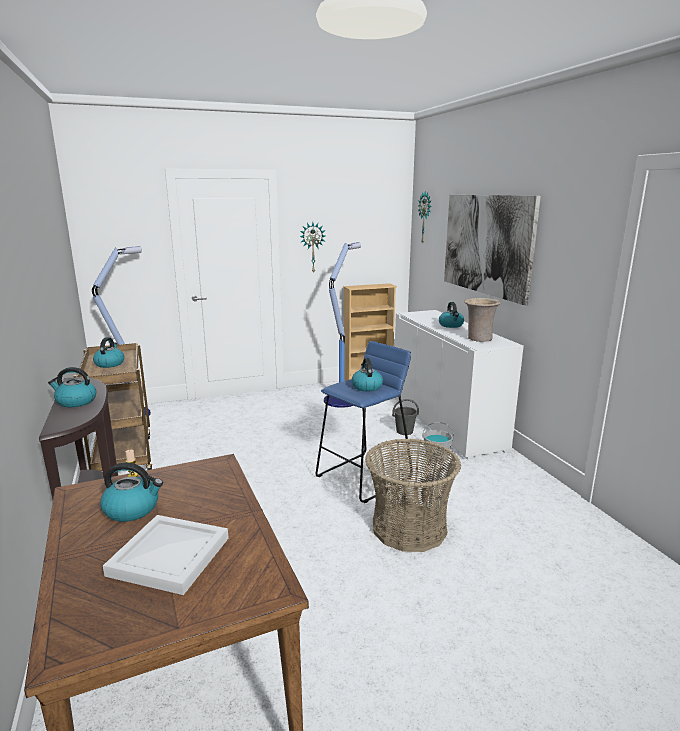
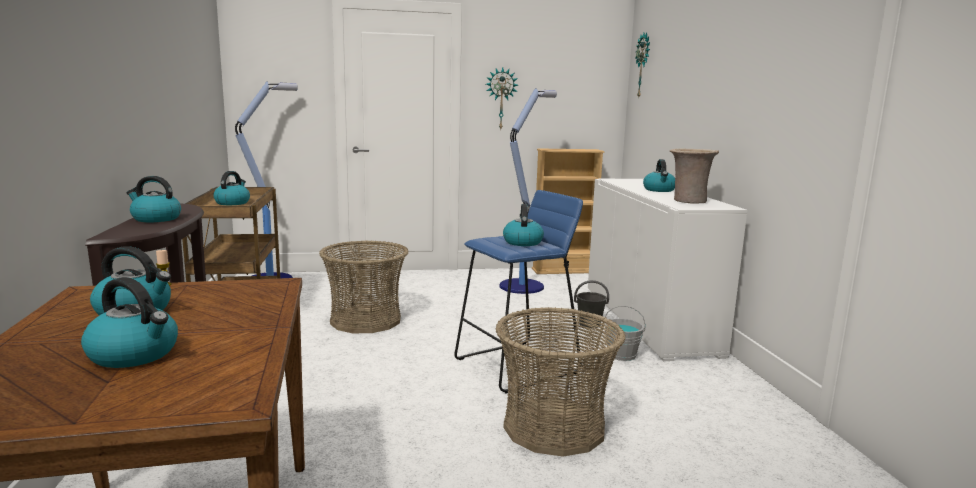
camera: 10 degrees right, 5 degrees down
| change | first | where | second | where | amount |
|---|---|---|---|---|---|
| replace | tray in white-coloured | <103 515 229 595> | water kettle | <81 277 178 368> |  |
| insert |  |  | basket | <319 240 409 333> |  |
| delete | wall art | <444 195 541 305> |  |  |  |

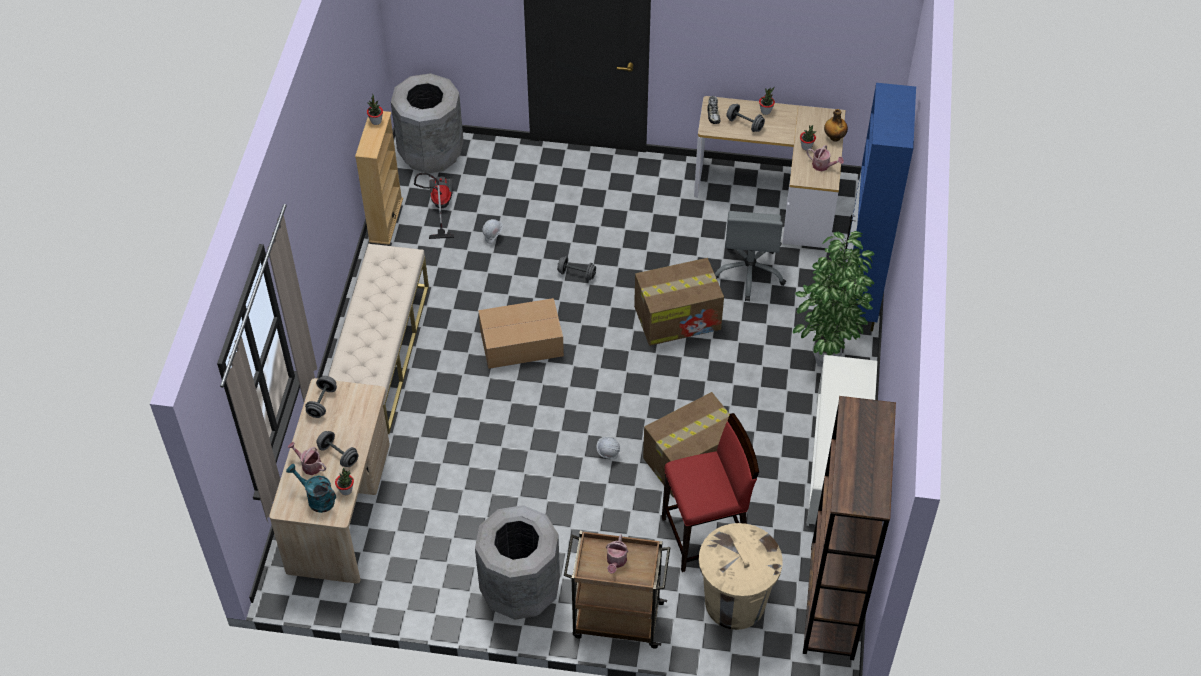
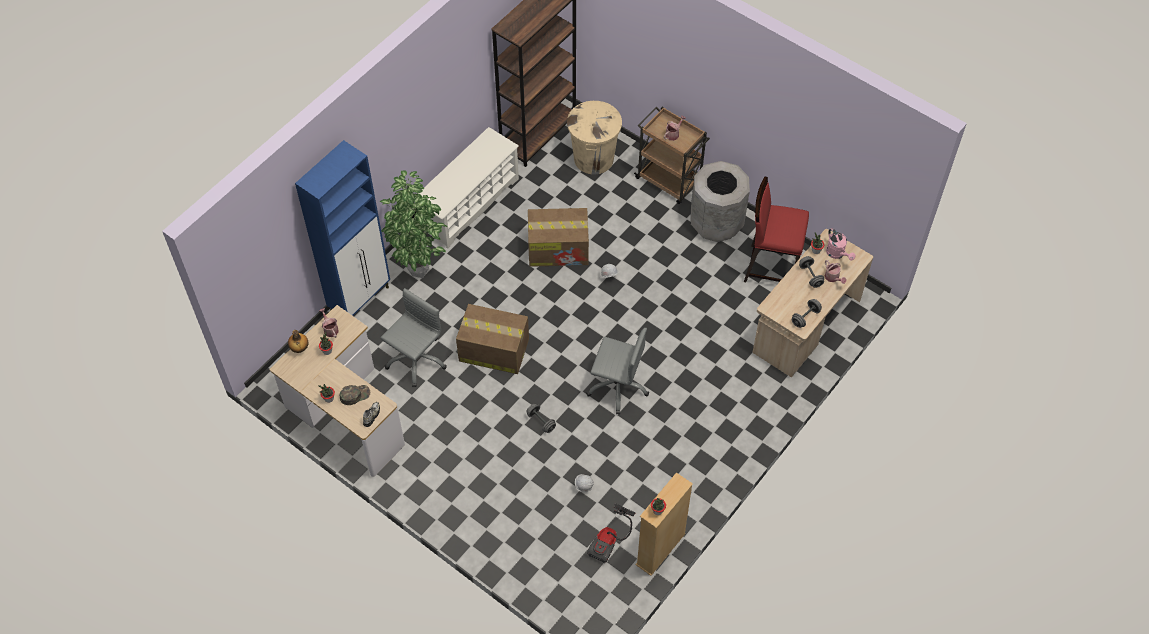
camera: 150 degrees left, 5 degrees up
| change | first | where | second | where | amount |
|---|---|---|---|---|---|
| replace | hand weight in greyish | <726 104 765 132> | cap in green | <340 385 370 405> |  |
| replace | packing box | <478 298 564 369> | desk chair in greyish | <586 328 649 414> |  |
| move | sitting stool in red | <662 413 759 572> |  | <744 177 809 282> |  |
| recolor | watering pot in turquoise-coloured | <286 464 336 513> | watering pot in pink-coloured | <826 228 856 261> |  |
| delete | indoor bench in beige-coloured | <328 244 429 434> |  |  |  |
| delete | rubbish bin in greyish | <391 73 464 173> |  |  |  |

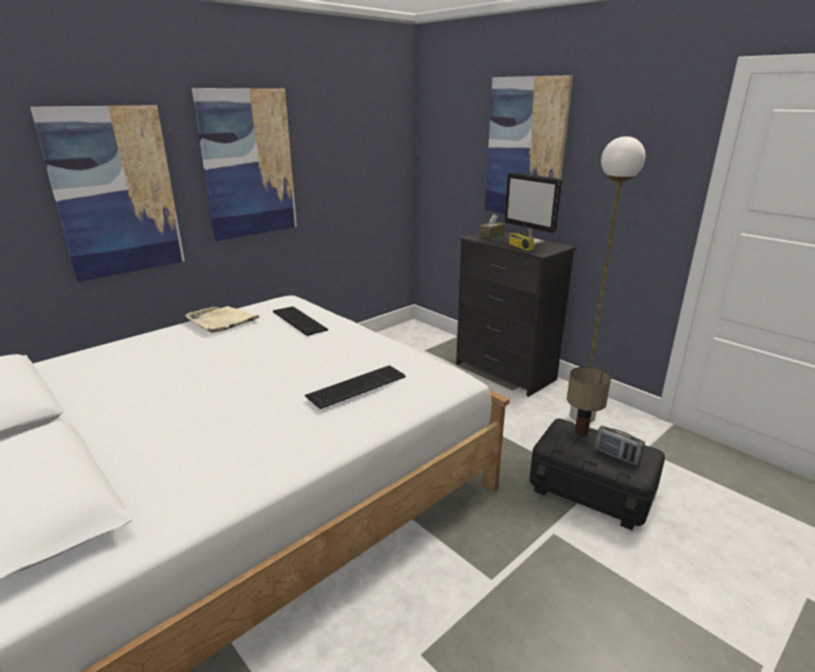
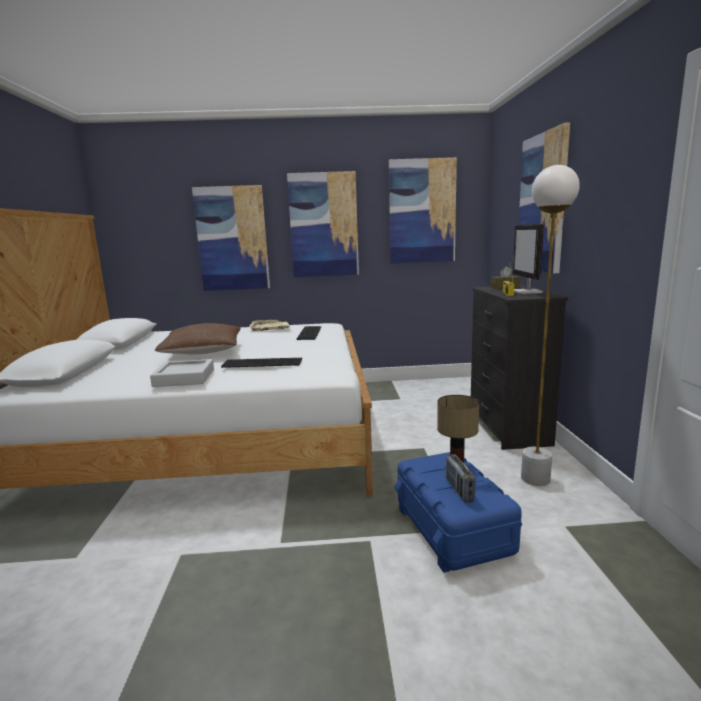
camera: 40 degrees right, 10 degrees down
| change | first | where | second | where | amount |
|---|---|---|---|---|---|
| insert |  |  | tray in greyish | <150 359 214 387> |  |
| insert |  |  | pillow in brown-coloured | <155 323 241 354> |  |
| insert |  |  | wall art | <389 157 457 264> |  |
| recolor | storage bin in black | <529 419 665 530> | storage bin in blue-coloured | <394 452 522 573> |  |

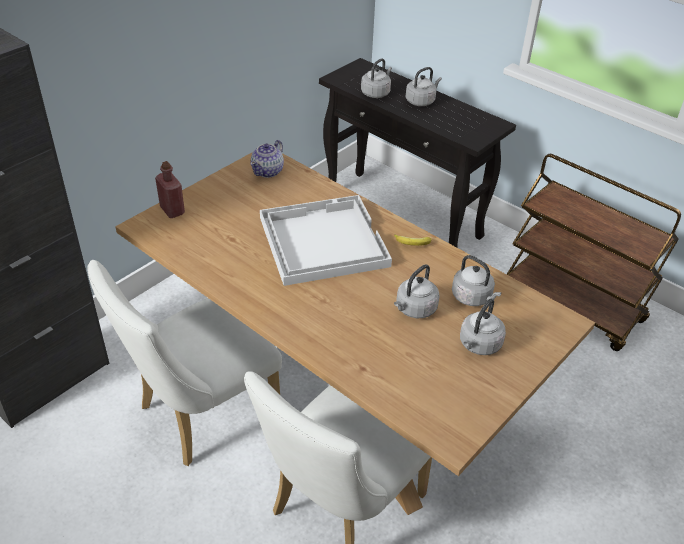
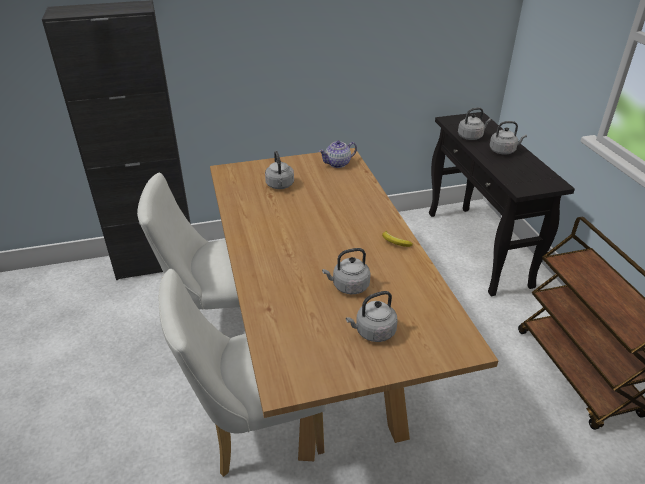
camera: 35 degrees right, 5 degrees down
| change | first | where | second | where | amount |
|---|---|---|---|---|---|
| move | water kettle in greyish | <452 255 501 306> |  | <265 151 294 189> |  |
| delete | bottle in red | <155 161 185 218> |  |  |  |
| delete | tray in white-coloured | <260 195 392 286> |  |  |  |

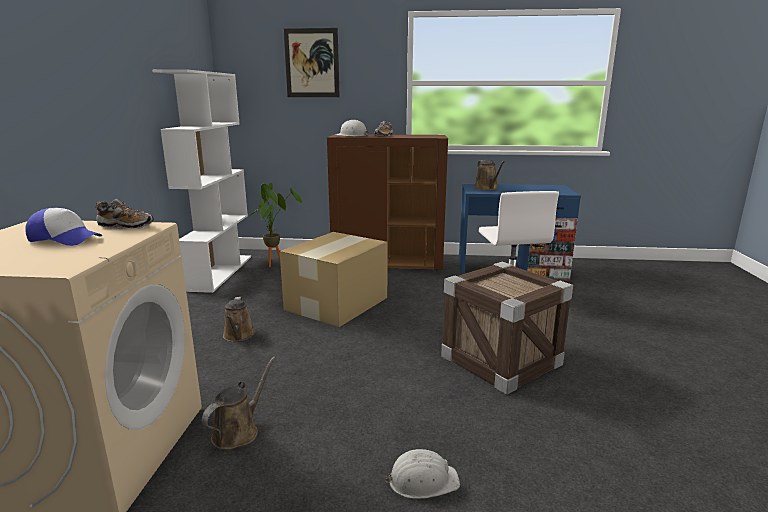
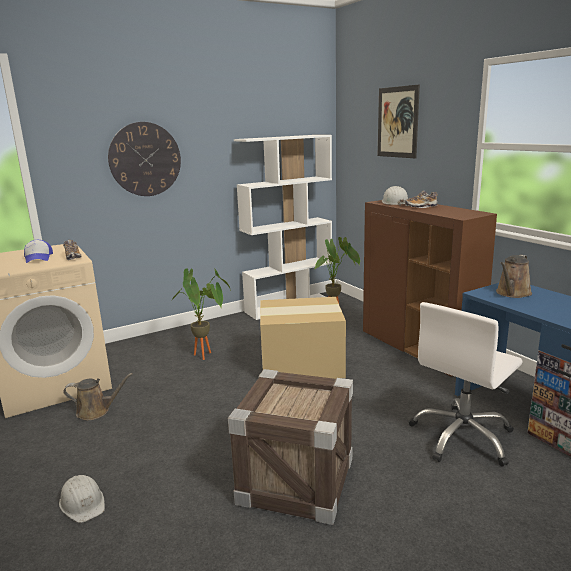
camera: 55 degrees right, 0 degrees up
| change | first | where | second | where | amount |
|---|---|---|---|---|---|
| insert |  |  | hanging clock | <108 122 181 196> |  |
| replace | watering pot in brown-coloured | <223 297 256 342> | potted plant | <172 268 231 360> |  |

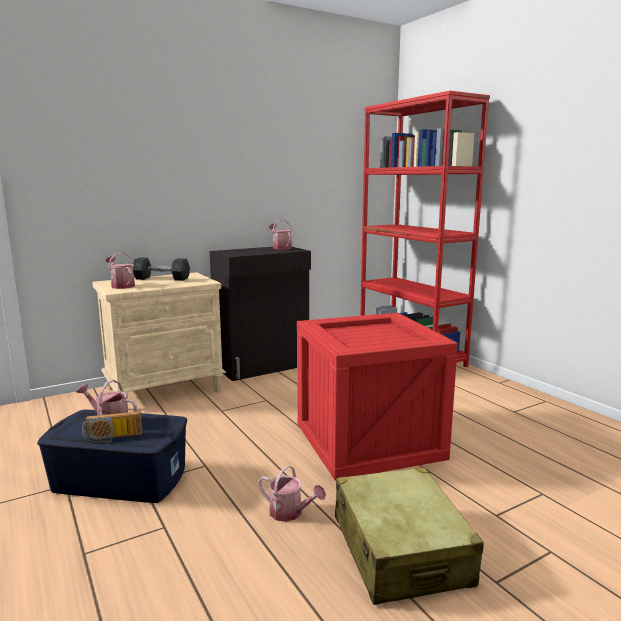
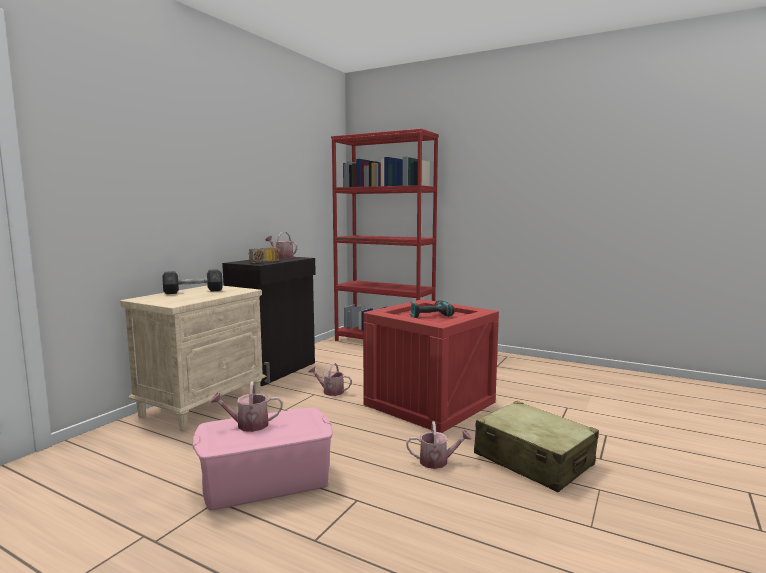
camera: 30 degrees left, 5 degrees down
| change | first | where | second | where | amount |
|---|---|---|---|---|---|
| recolor | storage bin in blue-coloured | <37 410 187 503> | storage bin in pink-coloured | <193 407 332 510> |  |
| move | radio set | <82 411 142 444> |  | <248 247 279 263> |  |
| move | watering pot | <106 253 135 289> |  | <308 363 352 396> |  |
| insert |  |  | electric drill | <410 300 455 318> |  |

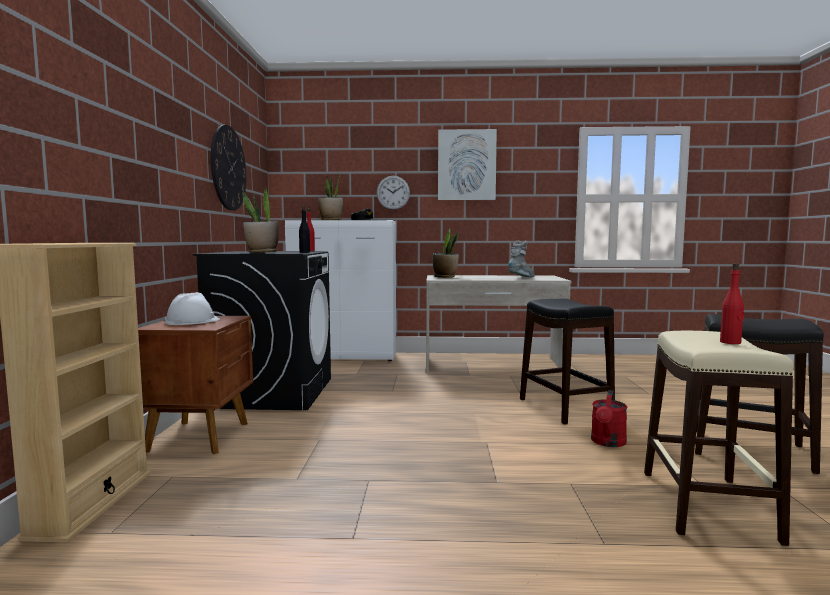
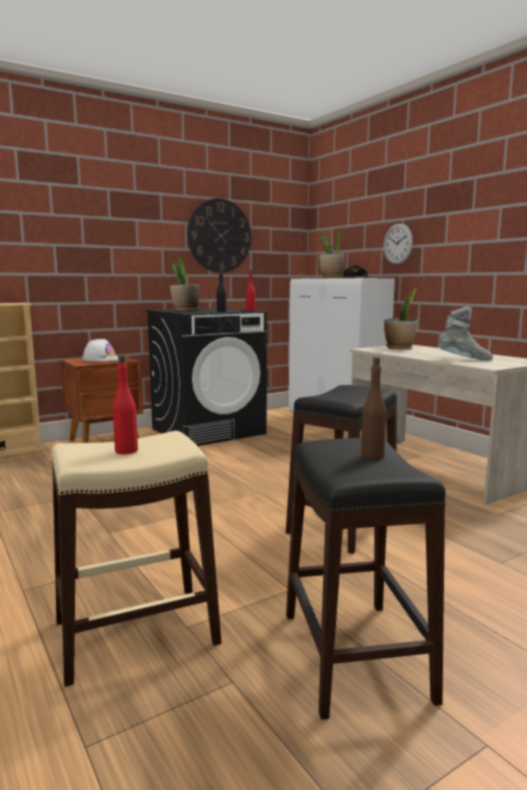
camera: 55 degrees right, 5 degrees up
| change | first | where | second | where | amount |
|---|---|---|---|---|---|
| insert |  |  | bottle in brown-coloured | <361 357 386 459> |  |
| delete | wall art | <438 129 497 200> |  |  |  |
| delete | watering pot in red | <591 390 627 447> |  |  |  |

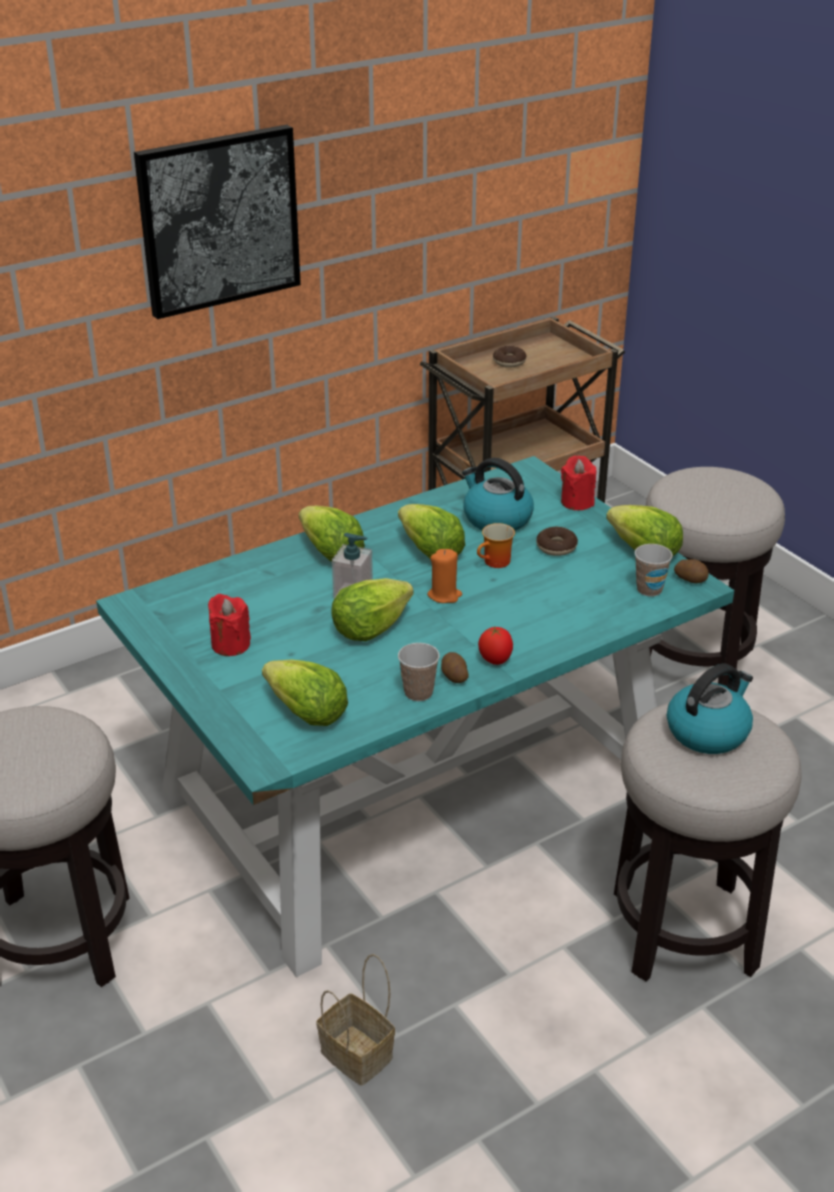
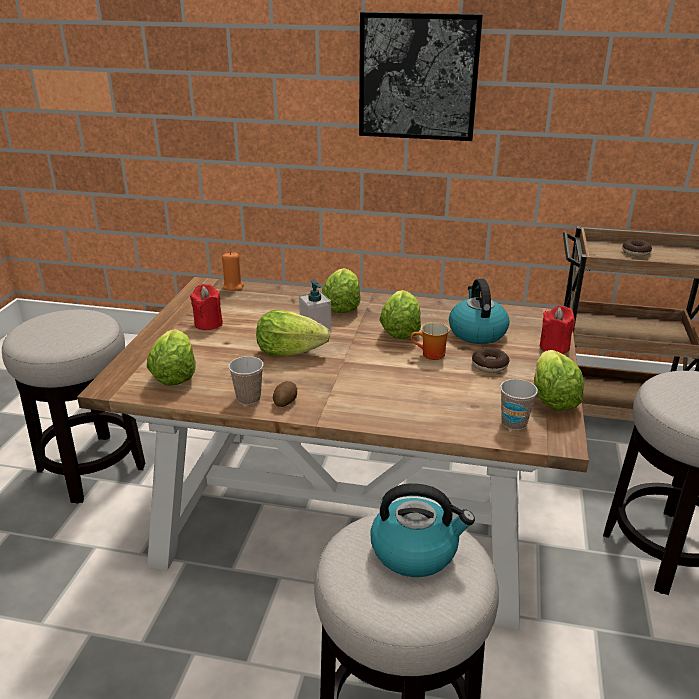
camera: 45 degrees right, 5 degrees down
| change | first | where | second | where | amount |
|---|---|---|---|---|---|
| recolor | dinner table in turquoise-coloured | <96 456 734 977> | dinner table in brown-coloured | <77 277 589 629> |  |
| move | wax candle in orange-coloured | <427 549 462 603> |  | <222 251 244 291> |  |
| delete | basket | <317 954 395 1086> |  |  |  |
| delete | fresh tomato | <478 627 513 665> |  |  |  |
| delete | potato | <674 559 709 583> |  |  |  |

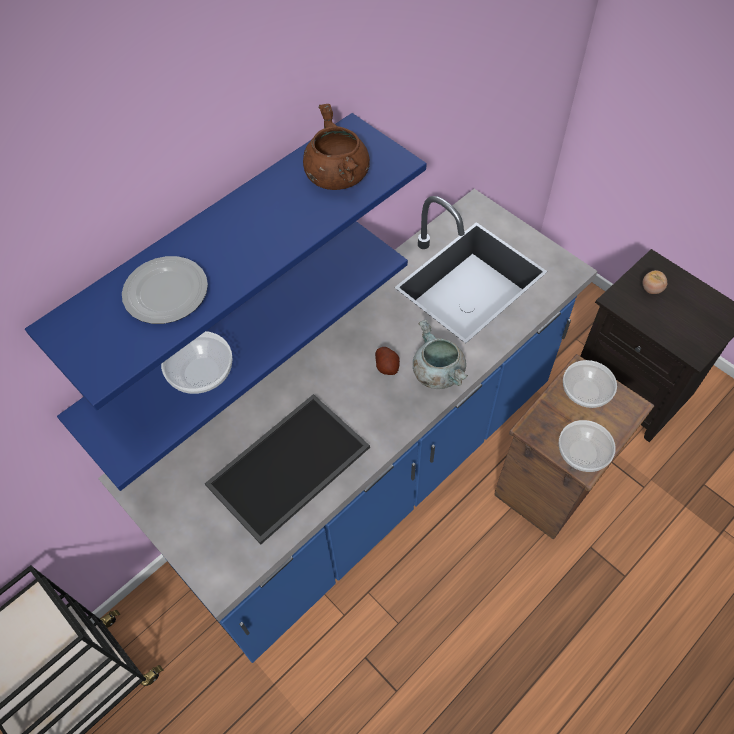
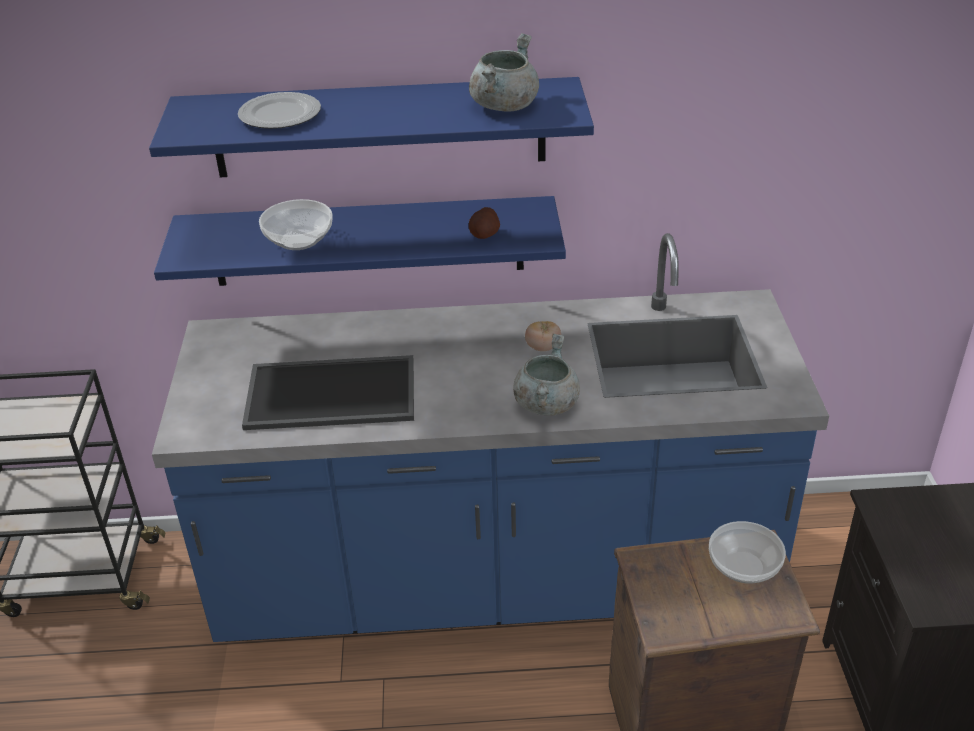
camera: 40 degrees right, 20 degrees down
| change | first | where | second | where | amount |
|---|---|---|---|---|---|
| recolor | saucepot in brown-coloured | <303 104 370 190> | saucepot in greyish | <469 33 539 112> |  |
| move | potato | <375 347 400 375> |  | <469 207 500 239> |  |
| move | fresh tomato | <643 270 667 294> |  | <525 321 561 351> |  |
| delete | serving bowl | <559 420 616 472> |  |  |  |

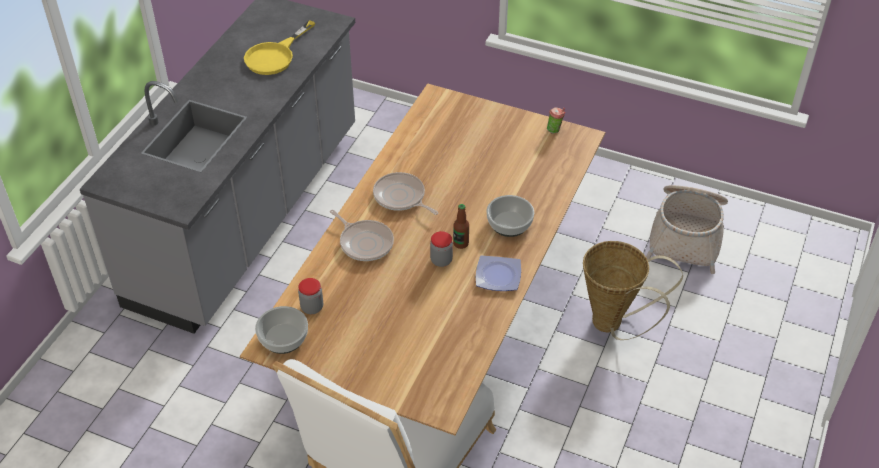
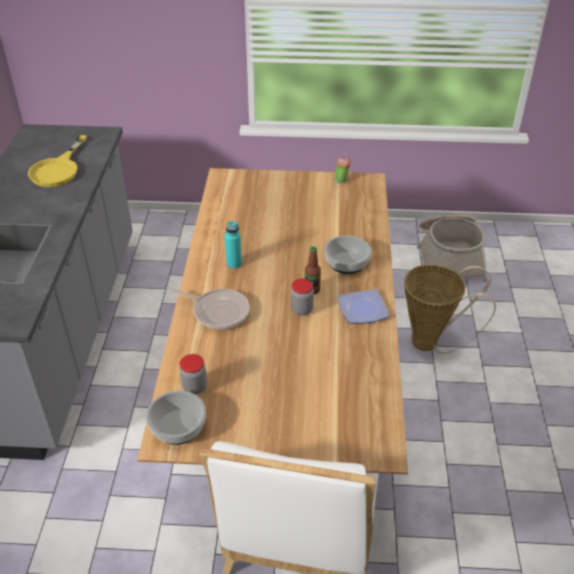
camera: 20 degrees left, 5 degrees down
| change | first | where | second | where | amount |
|---|---|---|---|---|---|
| replace | skillet | <373 172 438 215> | bottle in turquoise-coloured | <225 221 242 269> |  |

